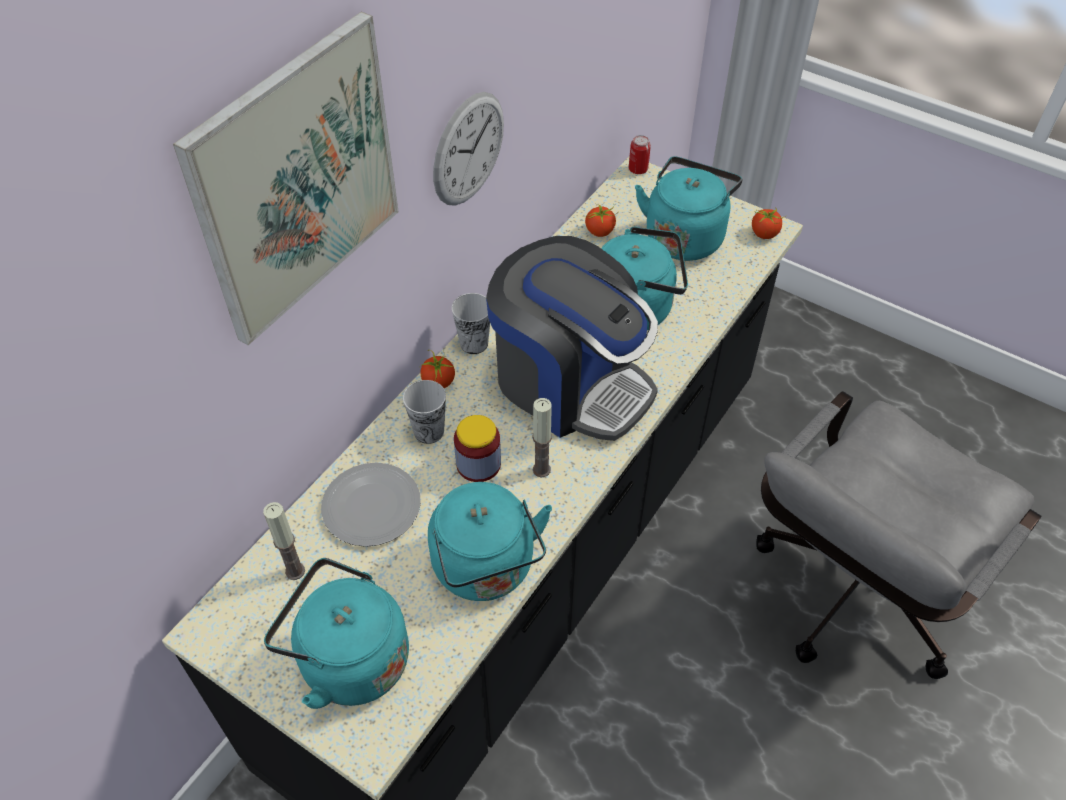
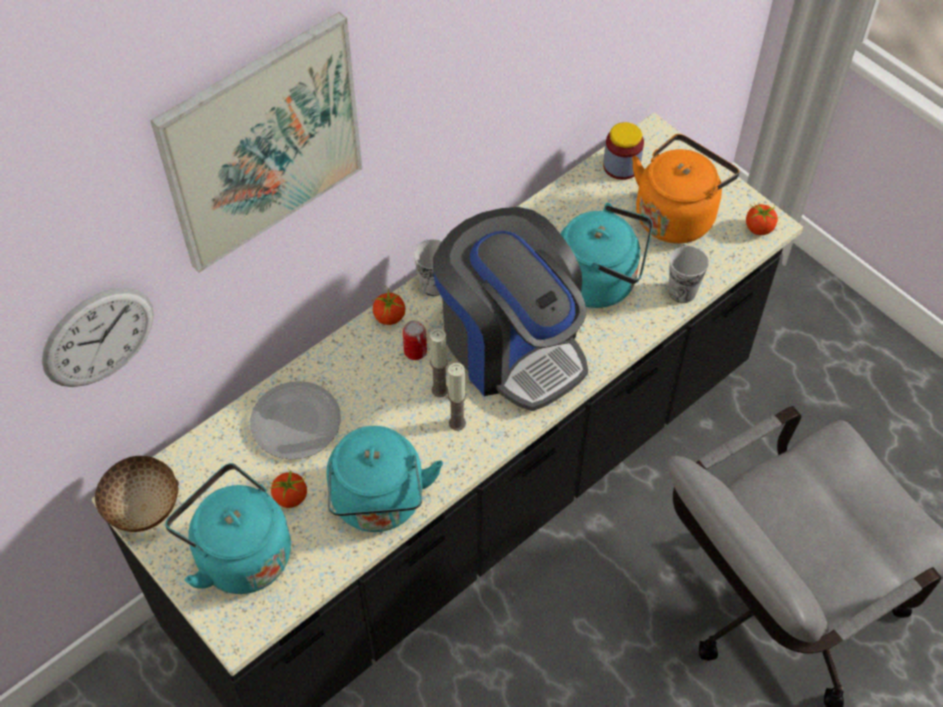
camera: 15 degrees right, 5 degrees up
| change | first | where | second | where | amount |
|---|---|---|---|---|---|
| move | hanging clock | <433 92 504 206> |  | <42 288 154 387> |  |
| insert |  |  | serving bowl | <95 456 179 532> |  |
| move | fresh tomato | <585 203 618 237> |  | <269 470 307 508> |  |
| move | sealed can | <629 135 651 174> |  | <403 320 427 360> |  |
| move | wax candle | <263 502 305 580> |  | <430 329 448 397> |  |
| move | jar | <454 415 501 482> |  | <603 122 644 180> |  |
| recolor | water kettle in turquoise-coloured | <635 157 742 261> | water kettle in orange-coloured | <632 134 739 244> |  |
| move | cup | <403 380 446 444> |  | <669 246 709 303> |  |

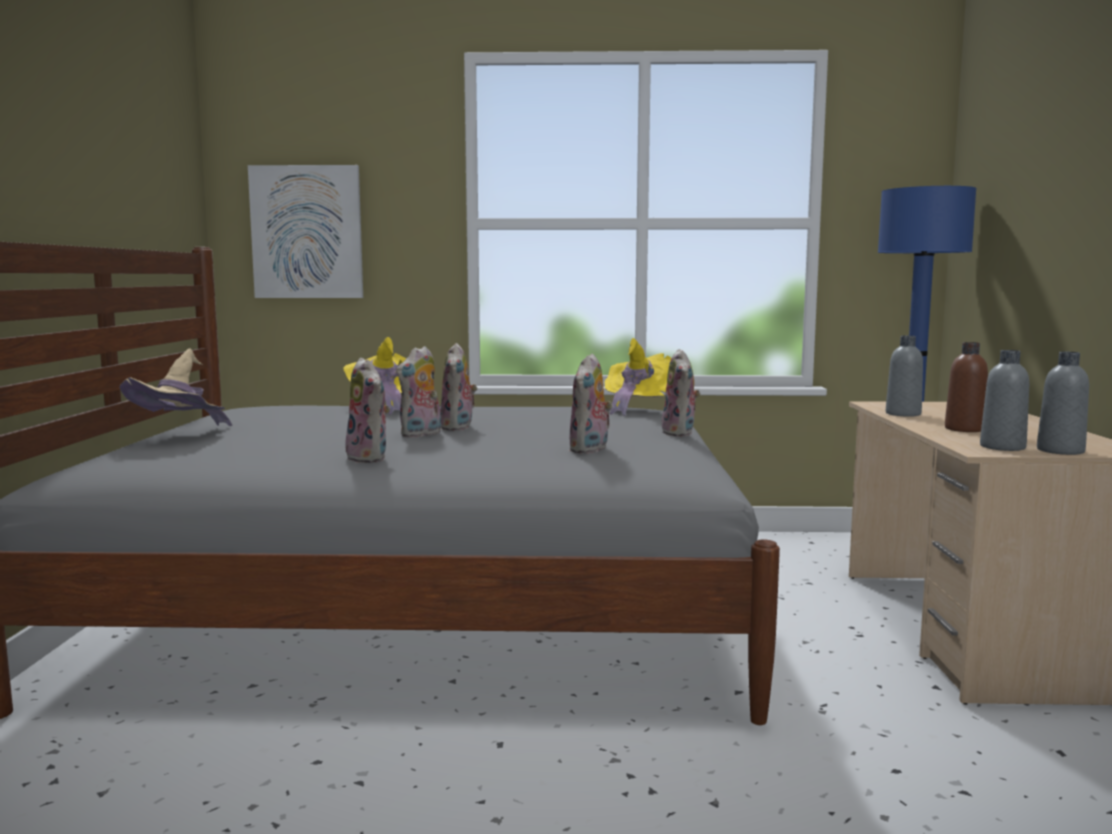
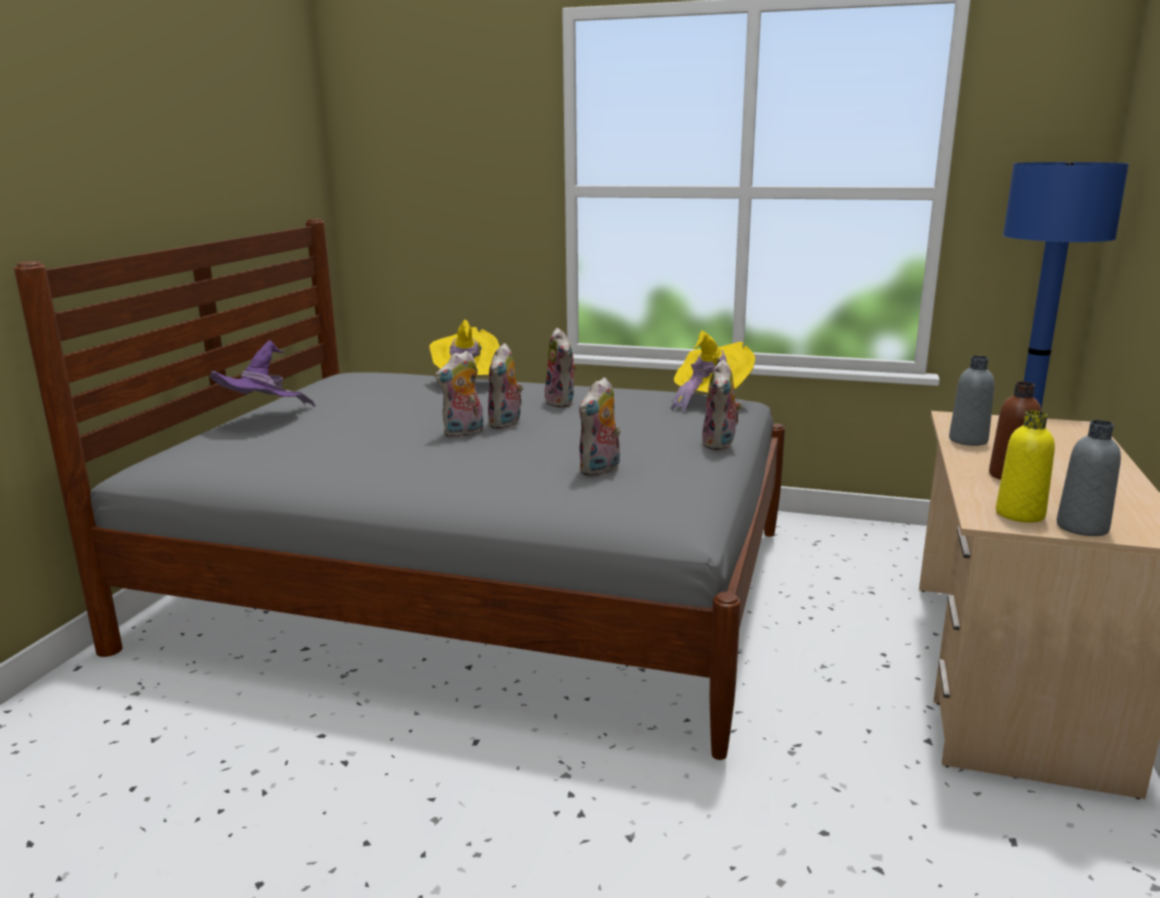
camera: 15 degrees right, 10 degrees up
| change | first | where | second | where | amount |
|---|---|---|---|---|---|
| recolor | clothing hat in beige-coloured | <119 348 232 426> | clothing hat in purple-coloured | <210 340 316 406> |  |
| move | plush toy | <343 358 390 463> |  | <545 328 578 408> |  |
| recolor | bottle in greyish | <980 350 1029 451> | bottle in yellow-coloured | <996 410 1055 523> |  |
| delete | wall art | <248 165 363 298> |  |  |  |

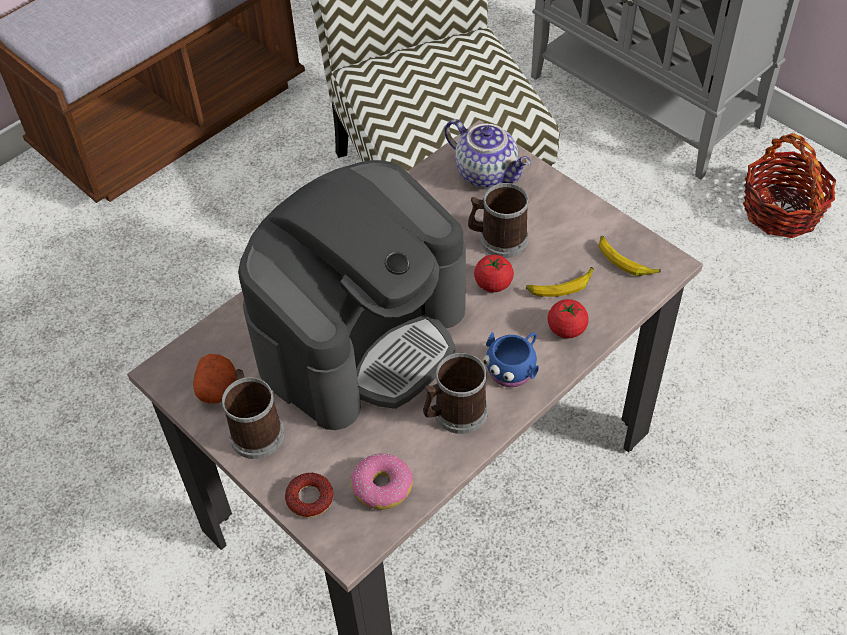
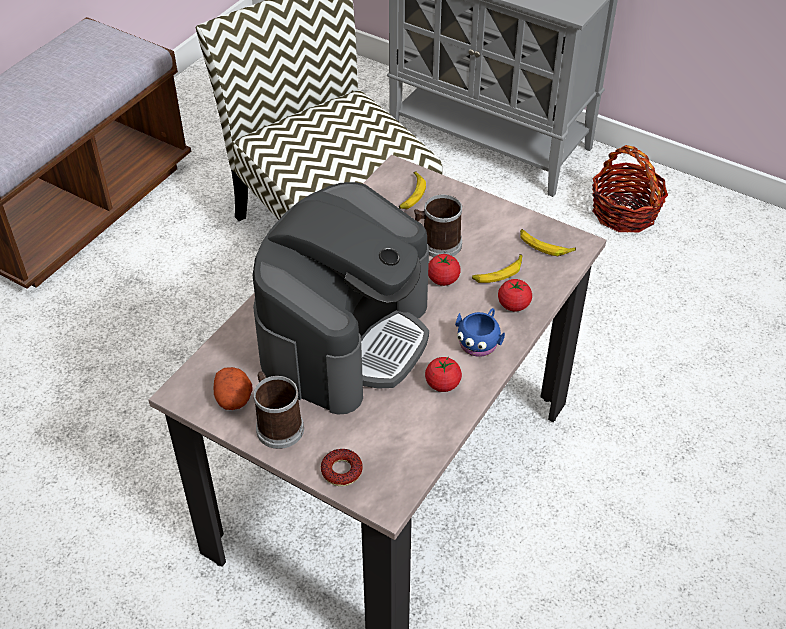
camera: 15 degrees left, 5 degrees down
| change | first | where | second | where | amount |
|---|---|---|---|---|---|
| replace | pot for tea | <444 119 531 188> | banana | <399 171 426 209> |  |
| replace | tea mug | <423 353 488 434> | fresh tomato | <425 357 462 392> |  |
| delete | donut | <351 453 413 510> |  |  |  |

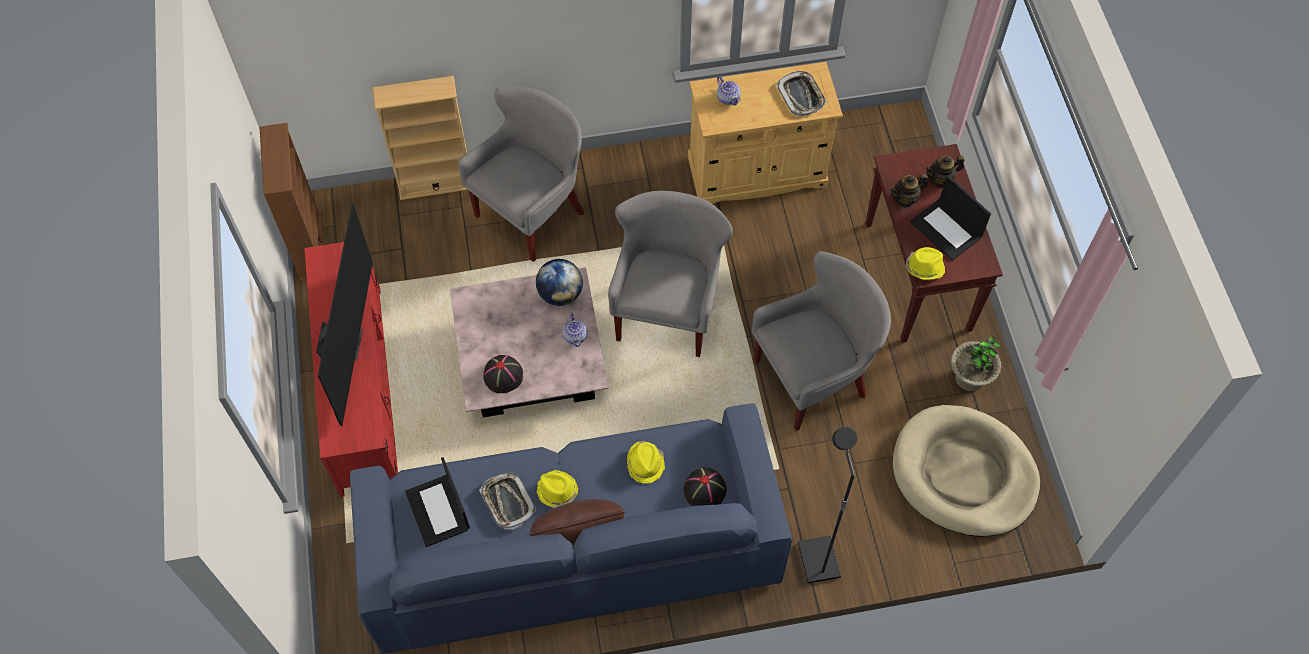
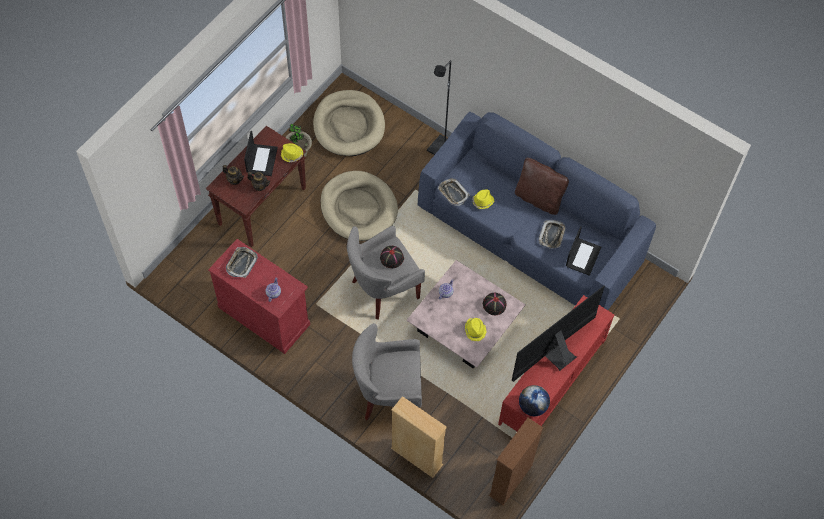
camera: 135 degrees left, 0 degrees up
| change | first | where | second | where | amount |
|---|---|---|---|---|---|
| recolor | cabinet in beige-coloured | <688 62 843 204> | cabinet in red | <208 239 310 354> |  |
| replace | armchair in greyish | <752 251 891 431> | dog bed in beige-coloured | <320 171 398 241> |  |
| move | clothing hat in black | <684 467 727 506> |  | <380 246 404 268> |  |
| insert |  |  | tray | <438 178 470 206> |  |
| move | clothing hat in yellow-coloured | <537 470 578 508> |  | <465 318 487 341> |  |
| move | globe | <536 259 583 306> |  | <519 385 550 416> |  |

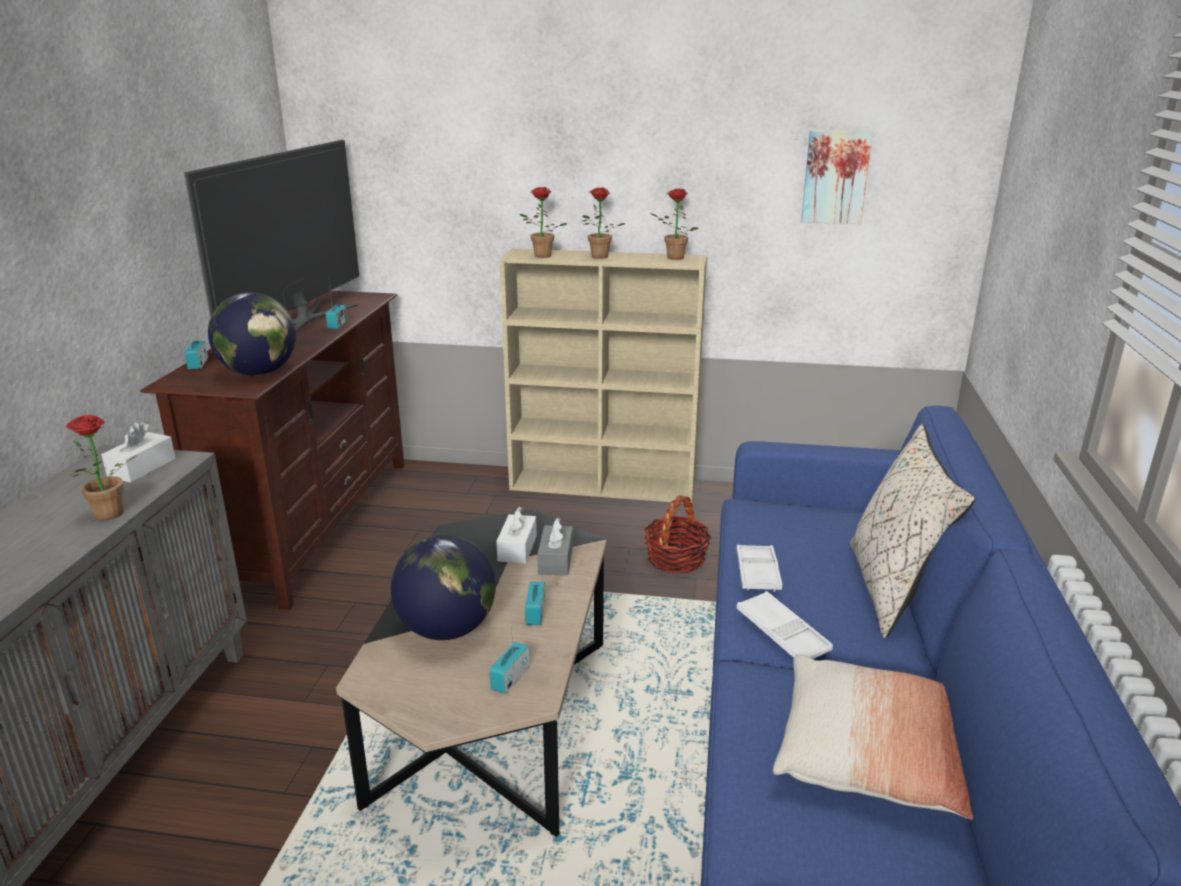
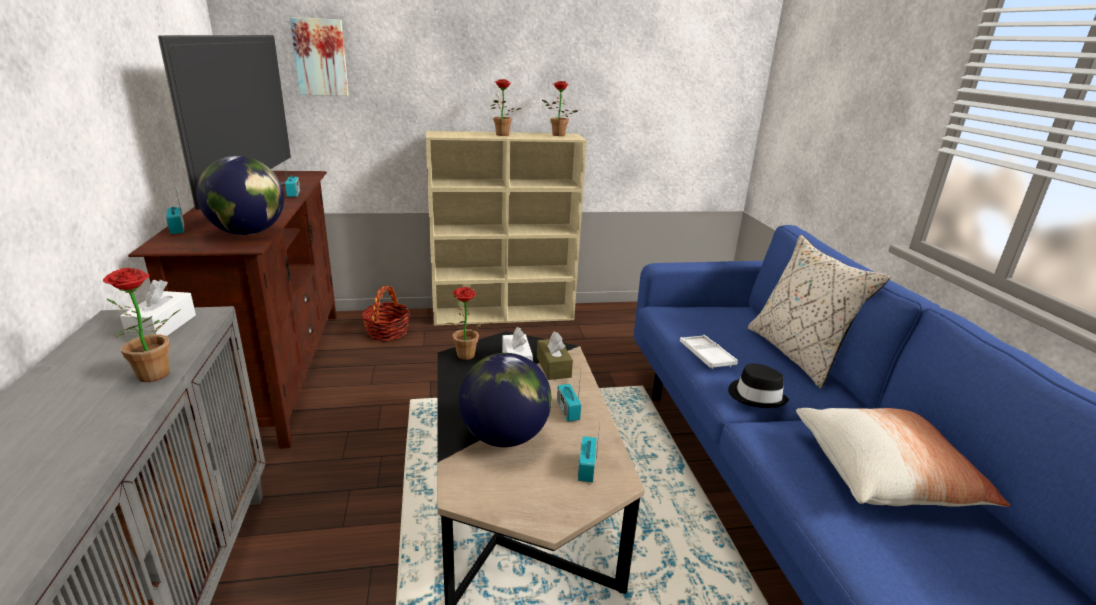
camera: 20 degrees left, 0 degrees up
| change | first | where | second | where | amount |
|---|---|---|---|---|---|
| move | wall art | <801 130 873 224> |  | <290 17 349 96> |  |
| move | basket | <644 496 711 574> |  | <362 286 410 341> |  |
| move | potted plant | <520 187 567 258> |  | <446 287 493 360> |  |
| recolor | tissue box in greyish | <538 517 573 576> | tissue box in brown-coloured | <537 332 573 380> |  |
| replace | tray in white-coloured | <737 591 833 659> | clothing hat in black | <728 364 789 408> |  |

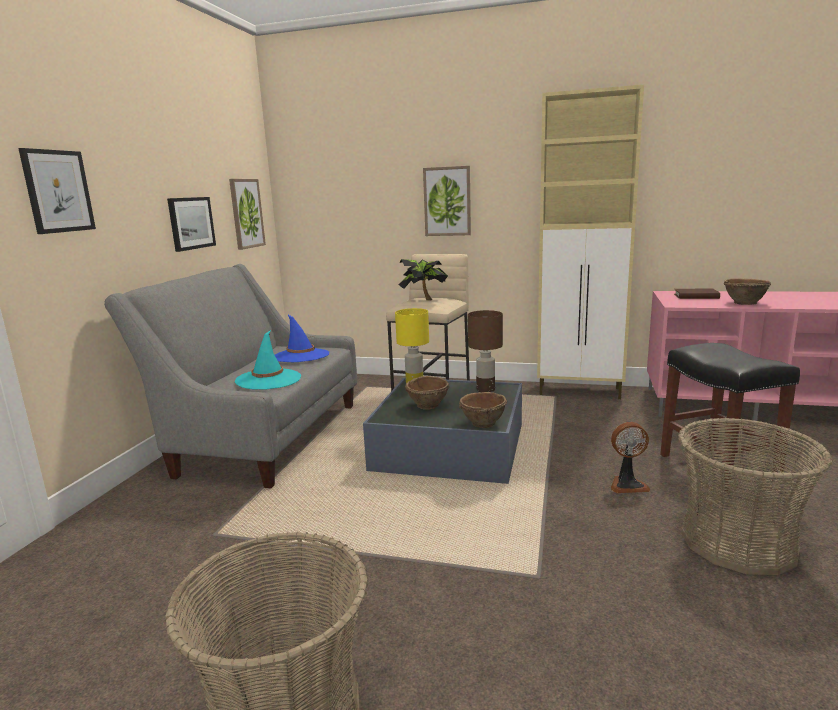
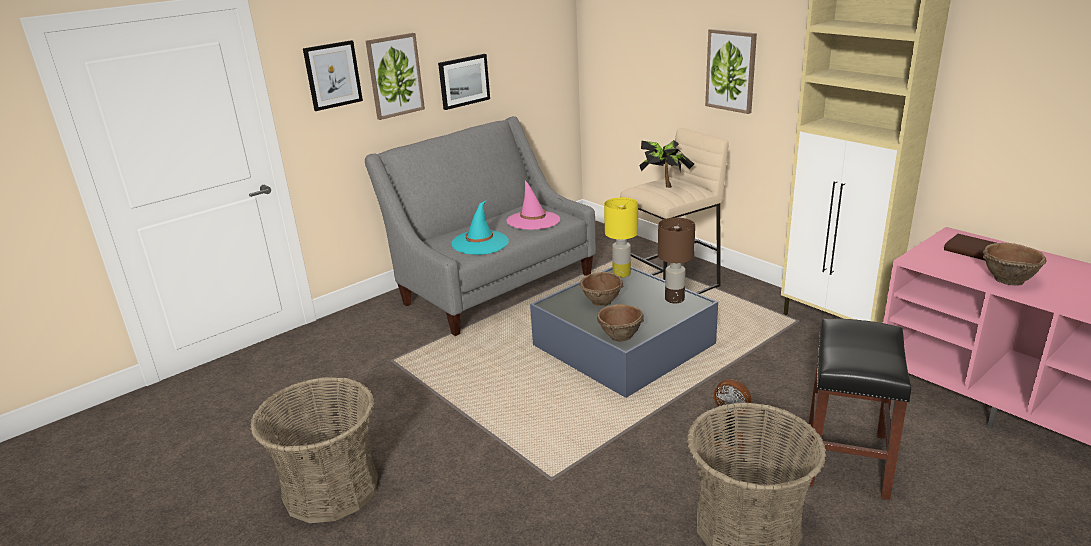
camera: 35 degrees right, 10 degrees up
| change | first | where | second | where | amount |
|---|---|---|---|---|---|
| move | wall art | <229 179 266 250> |  | <366 33 425 120> |  |
| recolor | clothing hat in blue-coloured | <275 314 329 362> | clothing hat in pink-coloured | <506 181 560 230> |  |

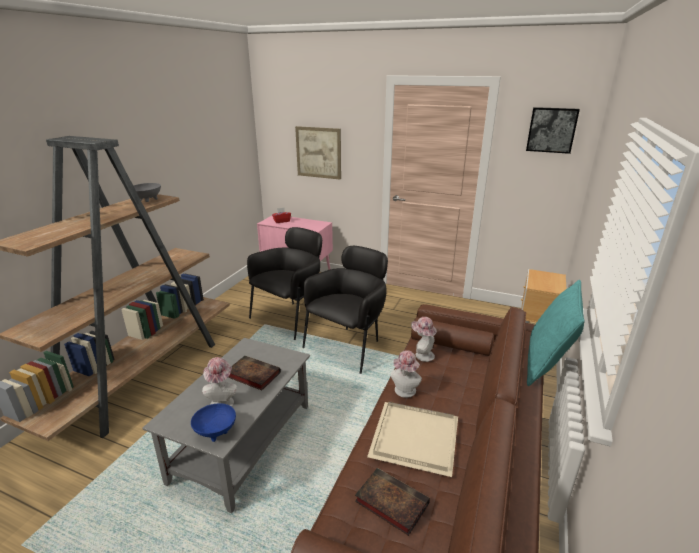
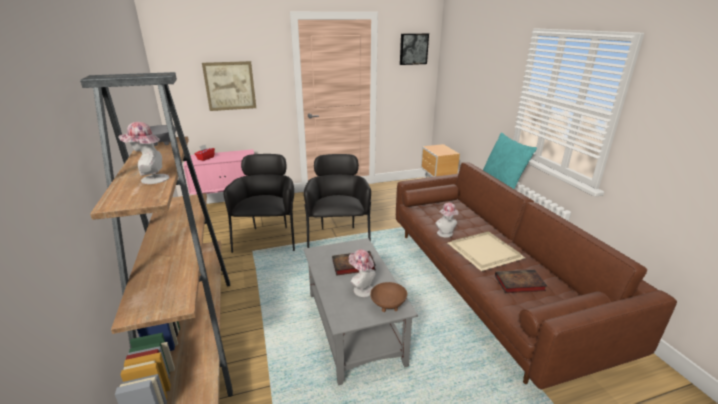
camera: 40 degrees left, 0 degrees up
| change | first | where | second | where | amount |
|---|---|---|---|---|---|
| move | clothing hat | <411 317 437 362> |  | <119 122 169 184> |  |
| recolor | serving bowl in blue-coloured | <191 403 236 442> | serving bowl in brown-coloured | <370 282 407 312> |  |

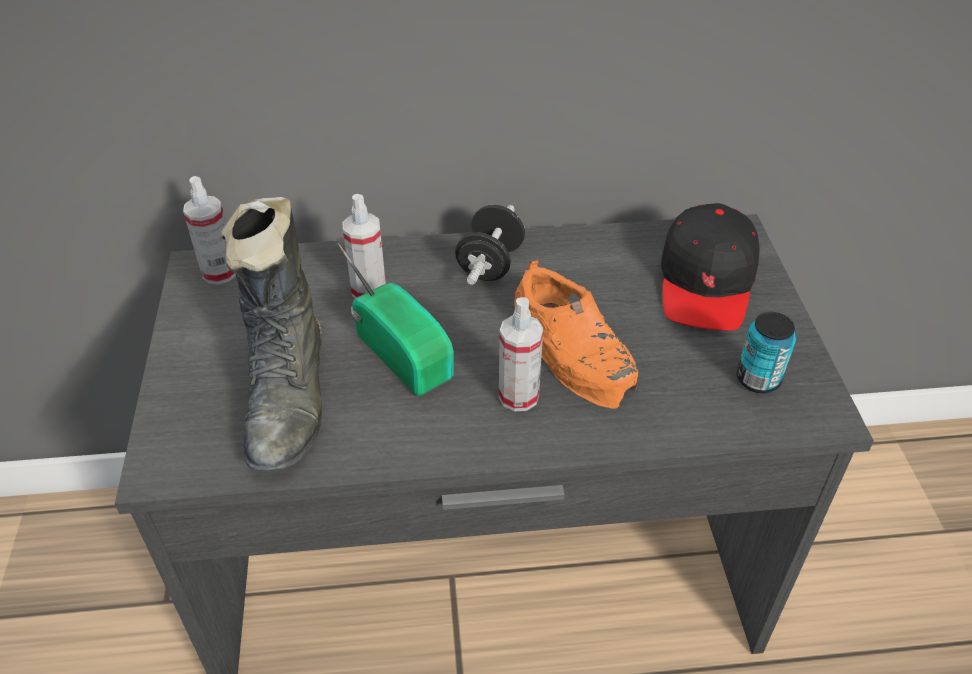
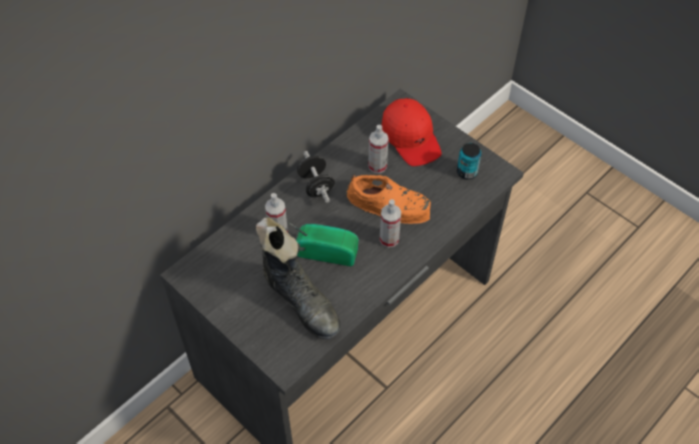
camera: 40 degrees left, 10 degrees up
| change | first | where | second | where | amount |
|---|---|---|---|---|---|
| move | spray bottle | <183 176 236 285> |  | <368 125 389 173> |  |
| recolor | cap in black | <661 203 760 331> | cap in red | <382 98 442 166> |  |

